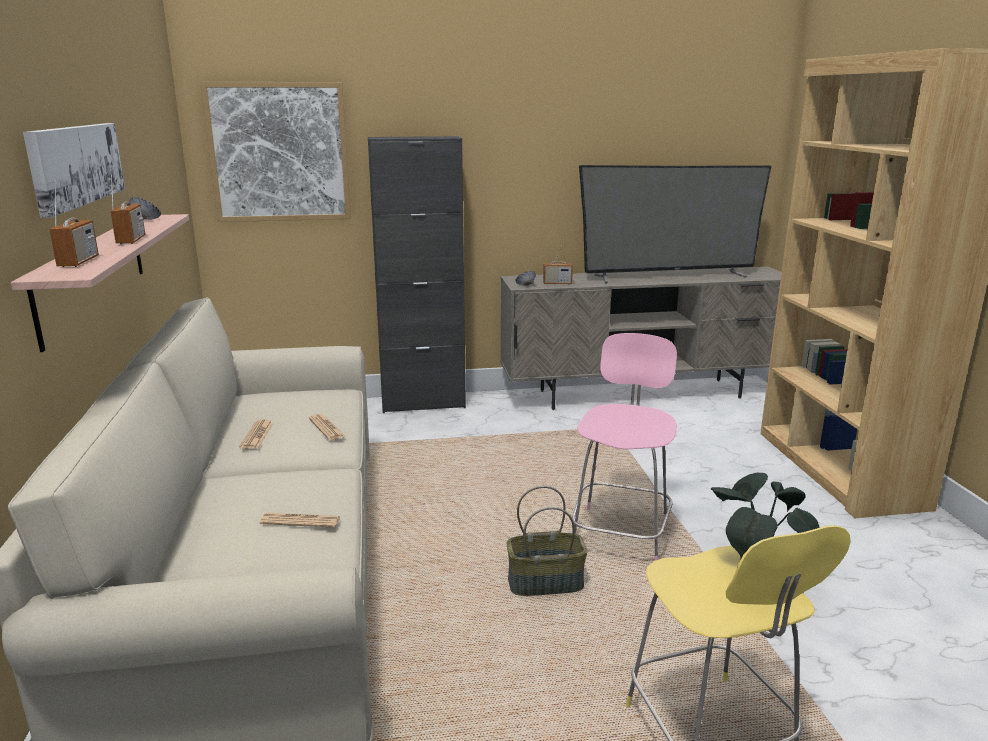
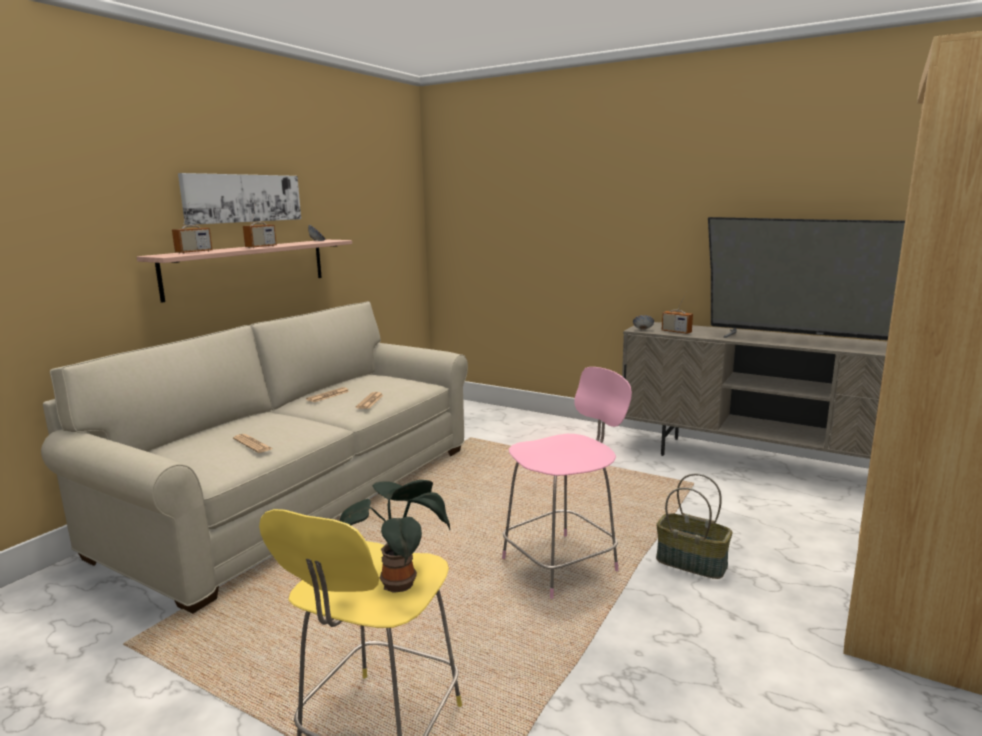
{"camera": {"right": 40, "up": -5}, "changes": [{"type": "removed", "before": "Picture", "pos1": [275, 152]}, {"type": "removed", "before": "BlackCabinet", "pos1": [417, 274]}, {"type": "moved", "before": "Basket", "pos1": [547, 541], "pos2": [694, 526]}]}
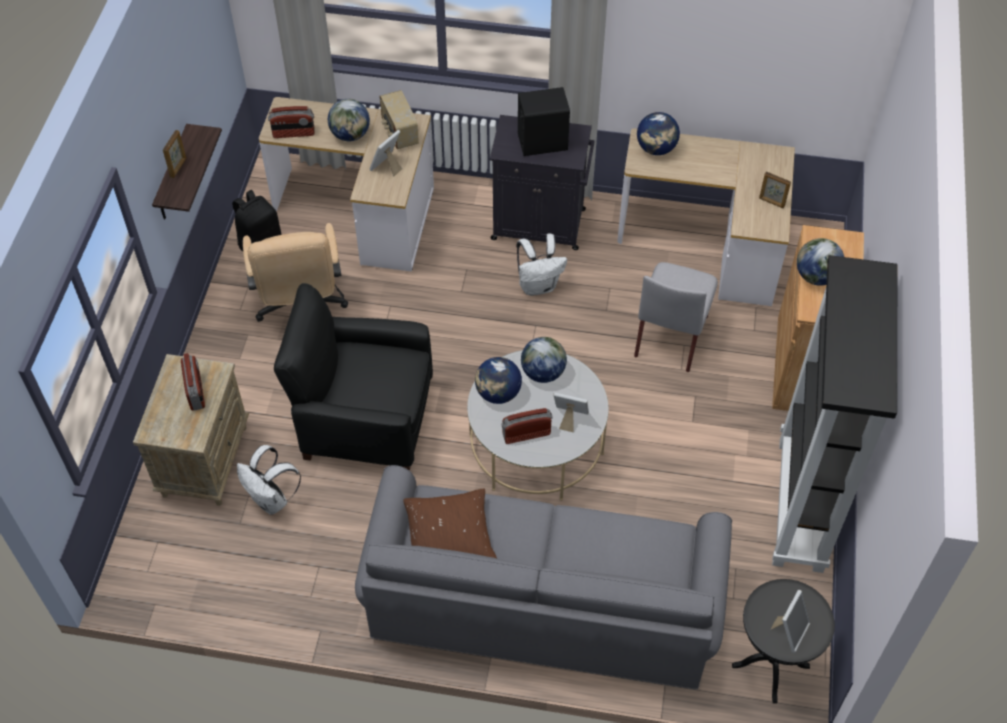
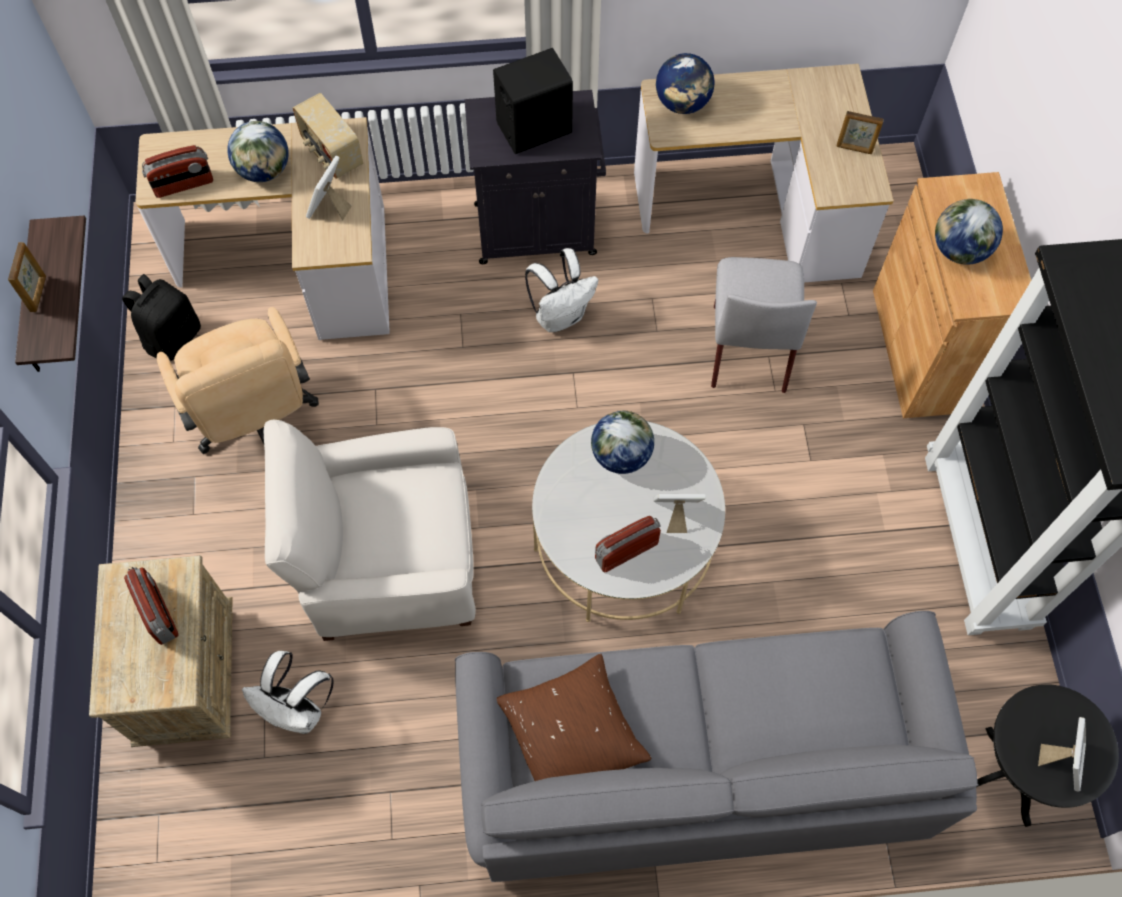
{"camera": {"right": -15, "up": 10}, "changes": [{"type": "recoloured", "before": "BlackArmchair", "after": "WhiteArmchair", "pos1": [353, 377], "pos2": [370, 530]}, {"type": "removed", "before": "Globe", "pos1": [498, 380]}]}
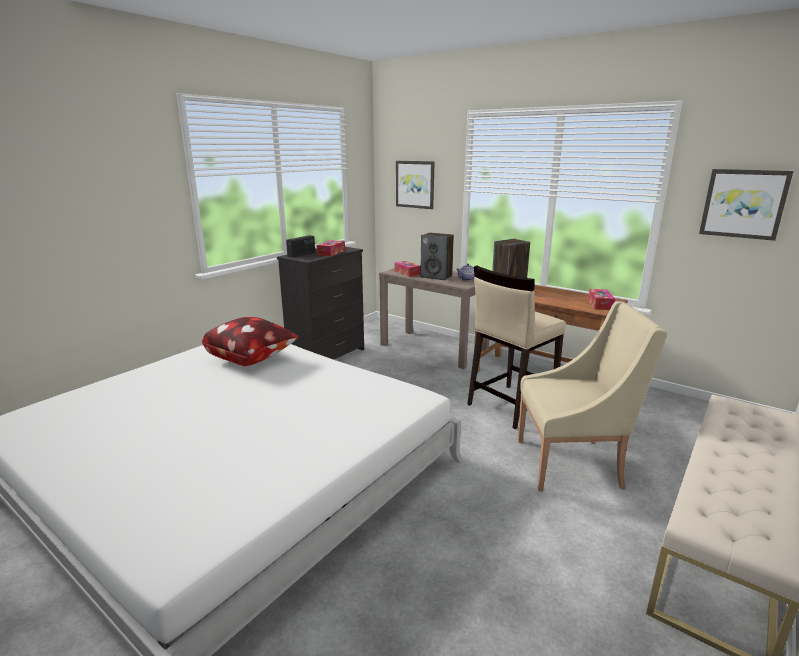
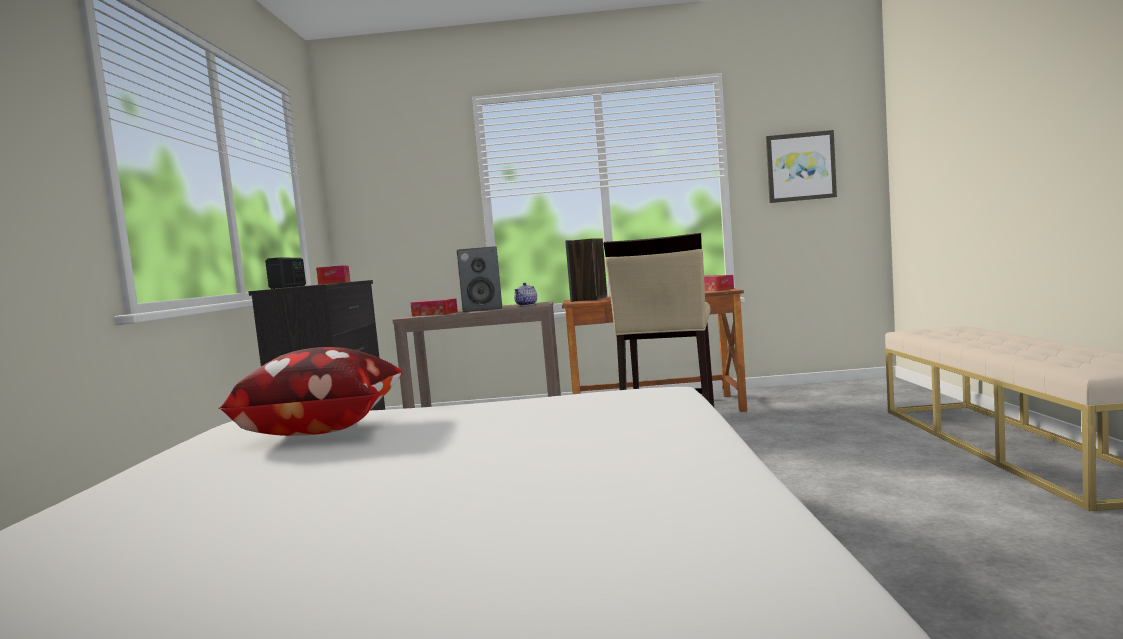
{"camera": {"right": -35, "up": -15}, "changes": [{"type": "removed", "before": "Picture", "pos1": [415, 185]}, {"type": "removed", "before": "BeigeArmchair", "pos1": [592, 396]}]}
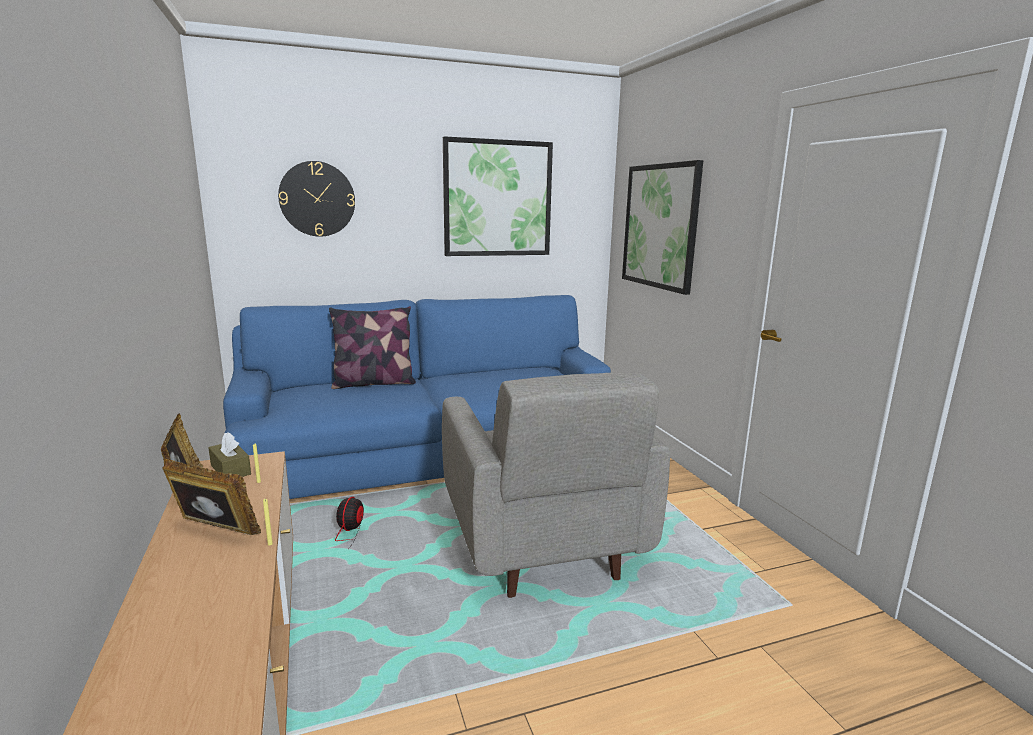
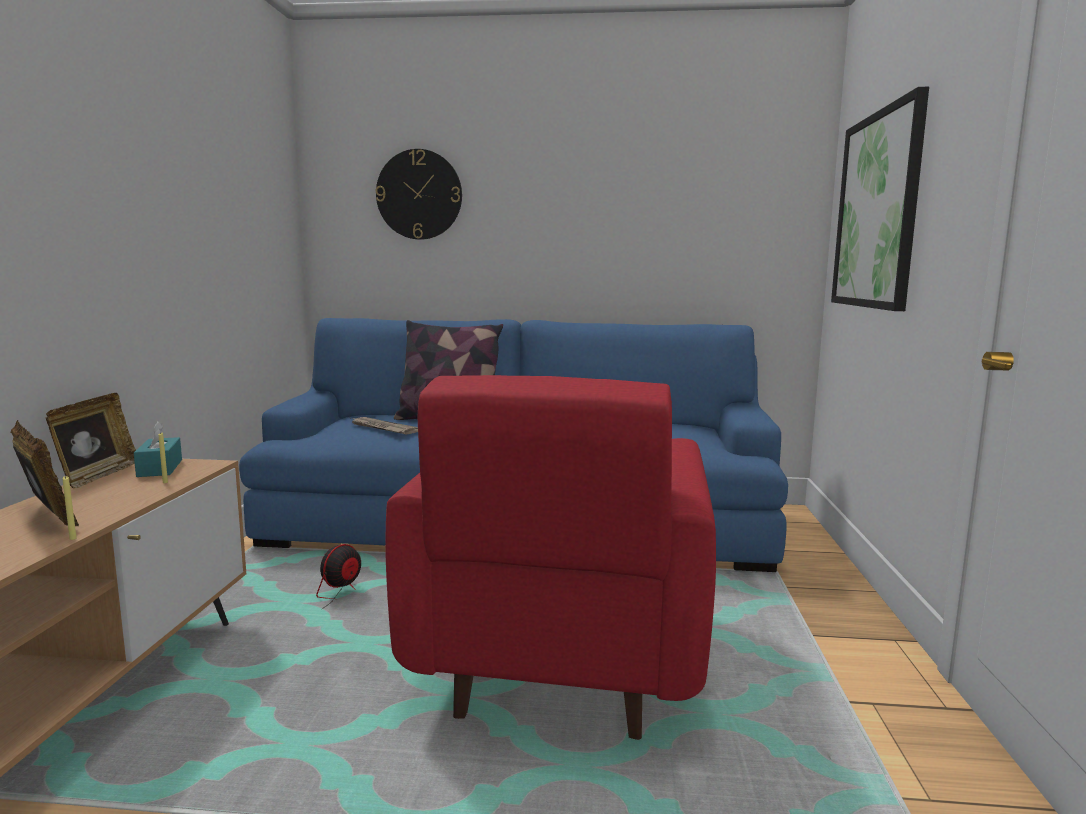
{"camera": {"right": 25, "up": -5}, "changes": [{"type": "recoloured", "before": "BrownTissueBox", "after": "TurquoiseTissueBox", "pos1": [229, 454], "pos2": [158, 449]}, {"type": "recoloured", "before": "GreyArmchair", "after": "RedArmchair", "pos1": [556, 485], "pos2": [550, 557]}, {"type": "removed", "before": "Picture", "pos1": [498, 196]}, {"type": "added", "after": "Newspaper", "pos2": [384, 425]}]}
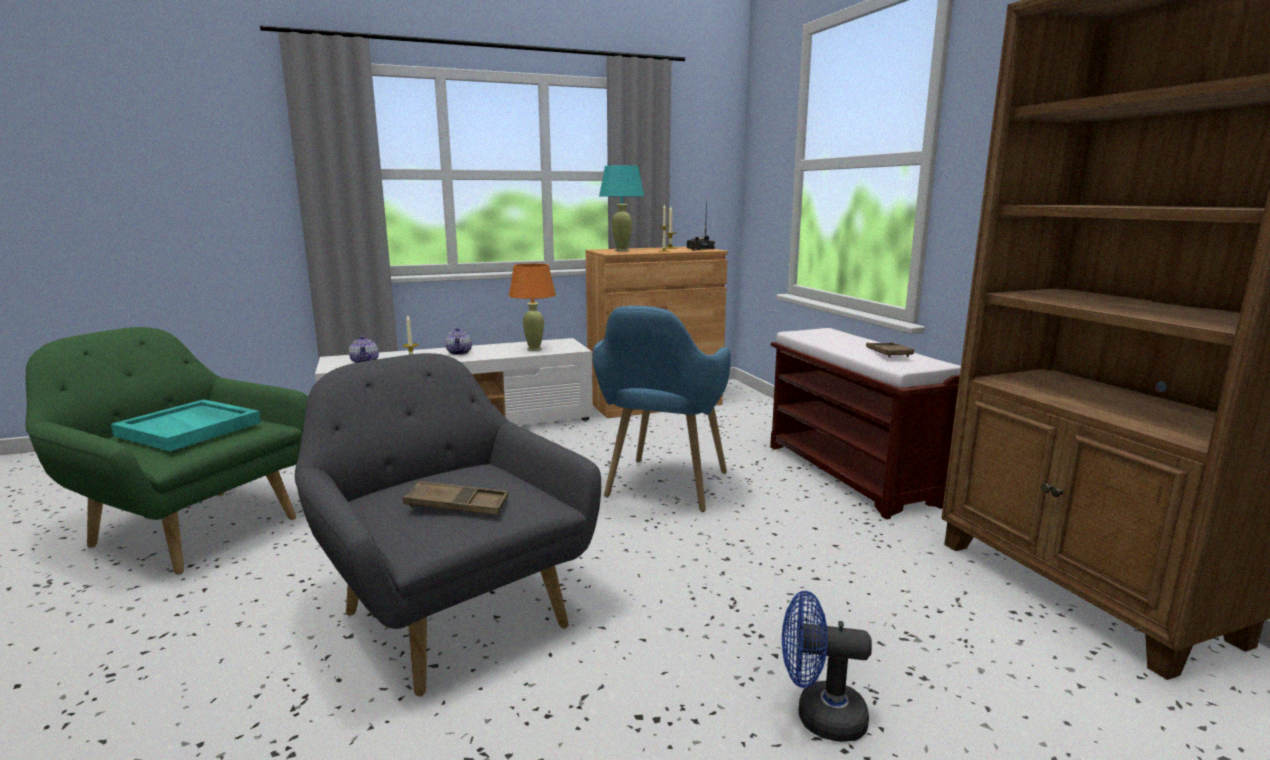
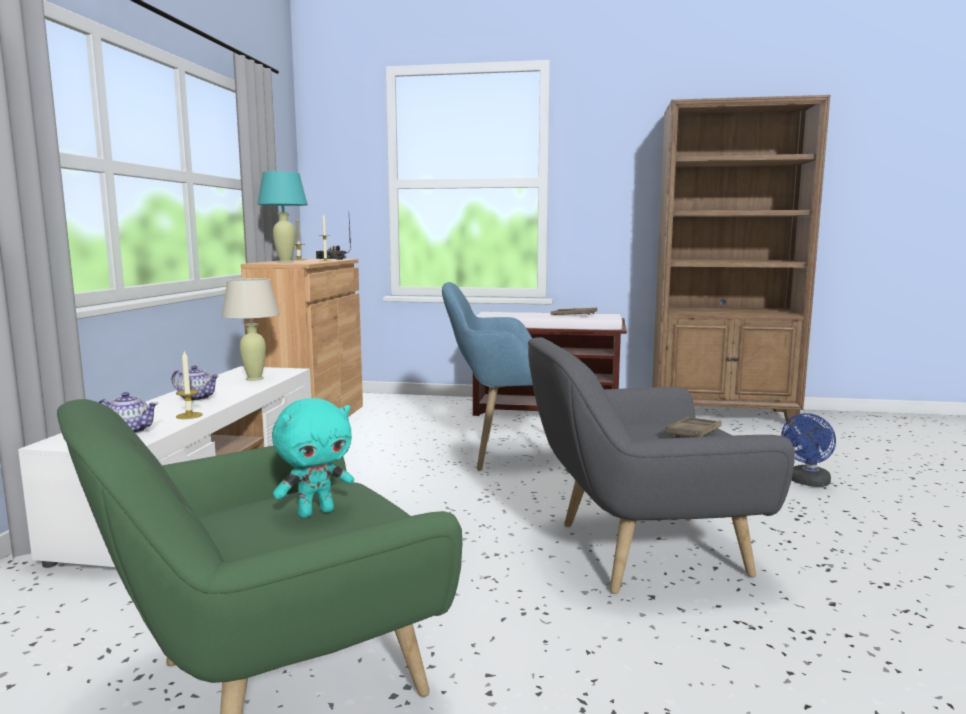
{"camera": {"right": -60, "up": -5}, "changes": [{"type": "replaced", "before": "TurquoiseTray", "after": "TurquoisePlushToy", "pos1": [186, 425], "pos2": [313, 458]}, {"type": "recoloured", "before": "OrangeTableLamp", "after": "BeigeTableLamp", "pos1": [532, 307], "pos2": [250, 329]}, {"type": "turned", "before": "BlueArmchair", "pos1": [661, 409], "pos2": [505, 377], "turn": 135}]}
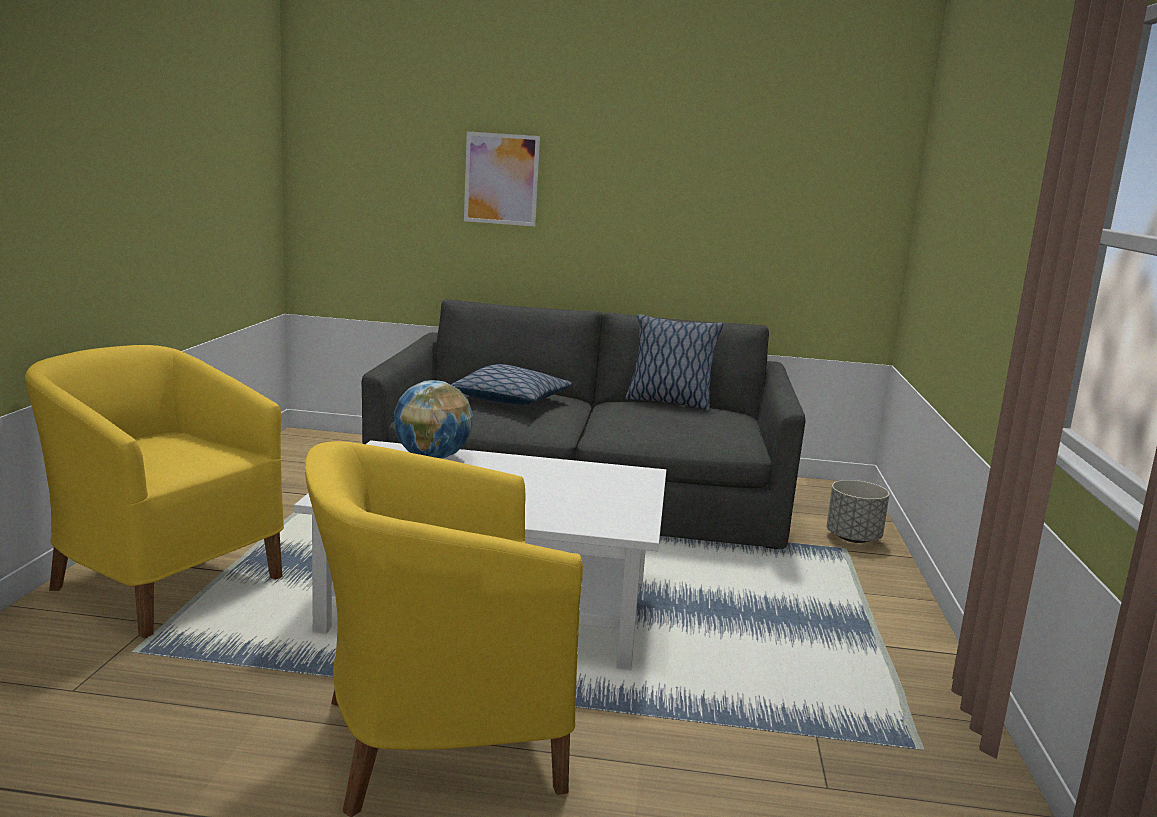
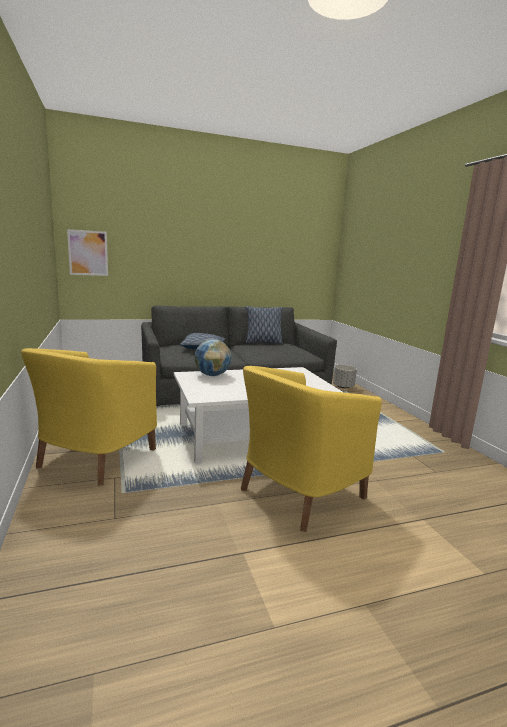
{"camera": {"right": -25, "up": 0}, "changes": [{"type": "turned", "before": "YellowArmchair", "pos1": [154, 491], "pos2": [89, 417], "turn": -75}, {"type": "moved", "before": "Picture", "pos1": [502, 178], "pos2": [87, 252]}]}
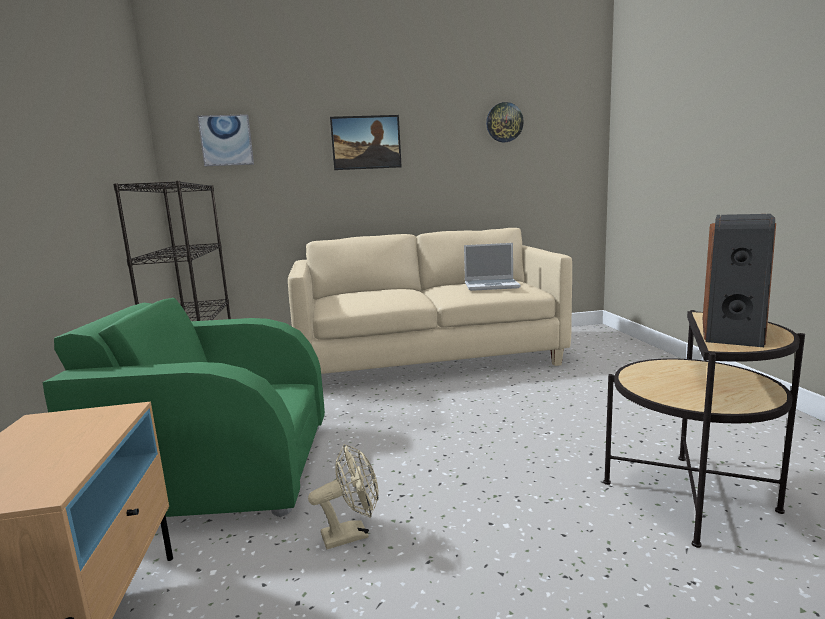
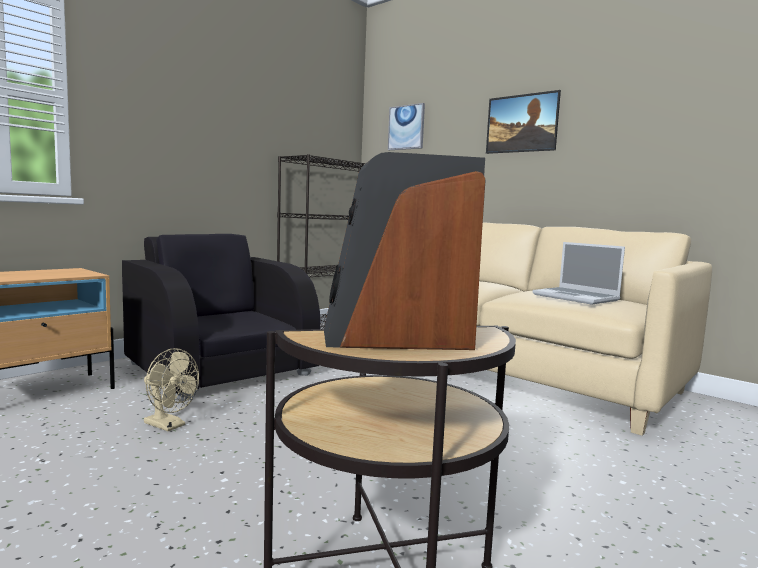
{"camera": {"right": 50, "up": -5}, "changes": [{"type": "recoloured", "before": "GreenArmchair", "after": "BlackArmchair", "pos1": [184, 407], "pos2": [221, 317]}, {"type": "removed", "before": "WallClock", "pos1": [505, 122]}]}
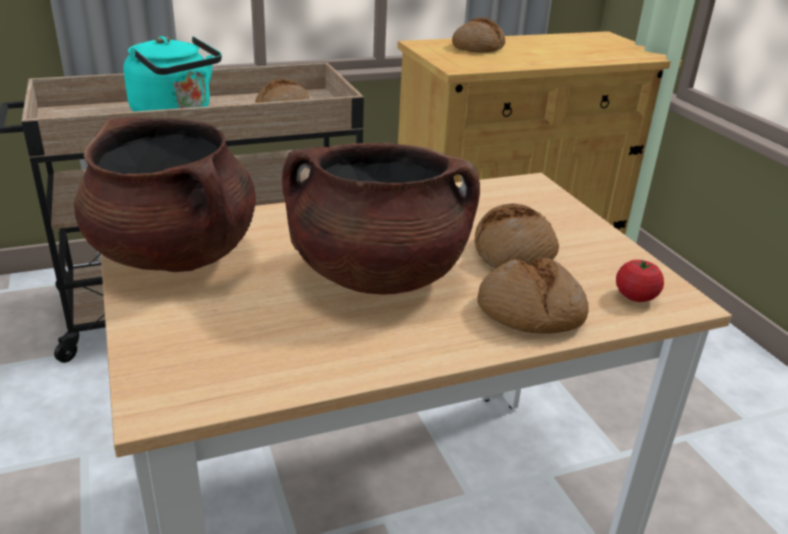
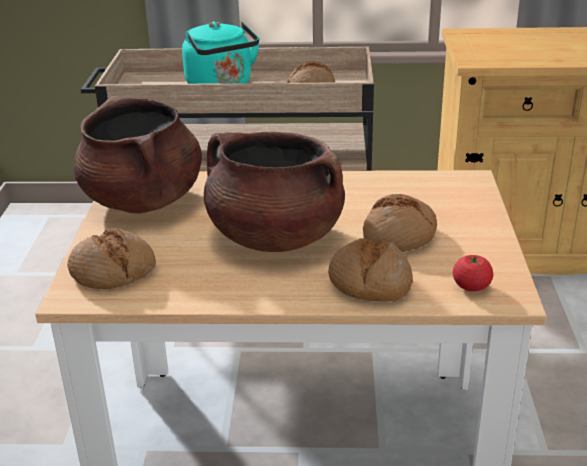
{"camera": {"right": 25, "up": 0}, "changes": [{"type": "moved", "before": "Bread", "pos1": [478, 35], "pos2": [111, 258]}]}
